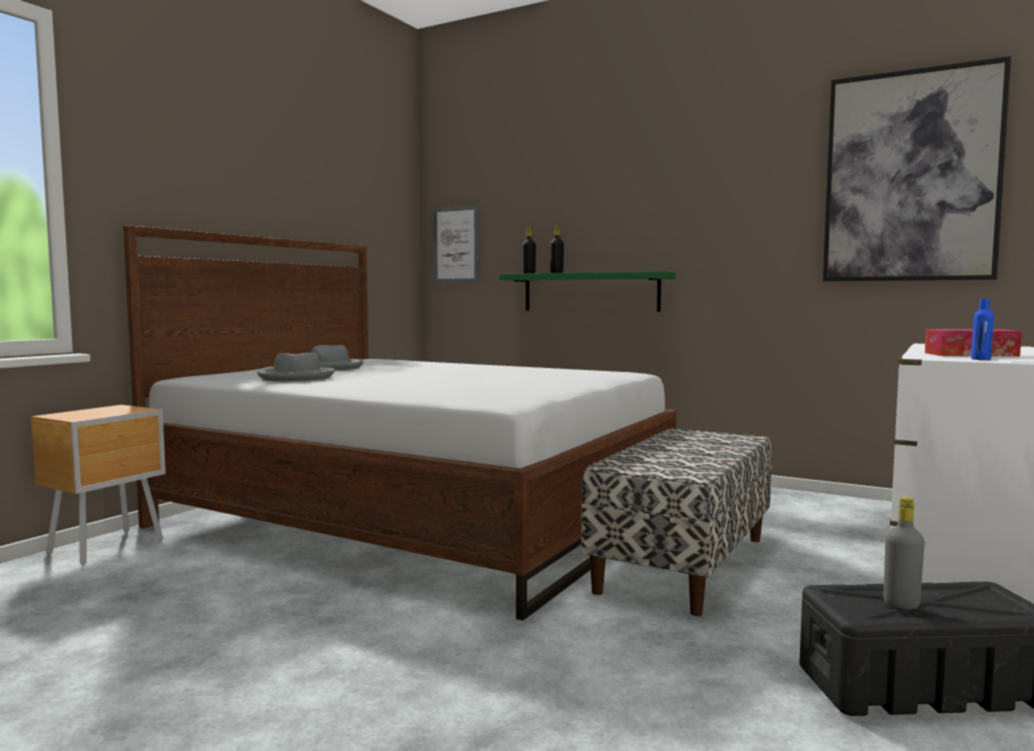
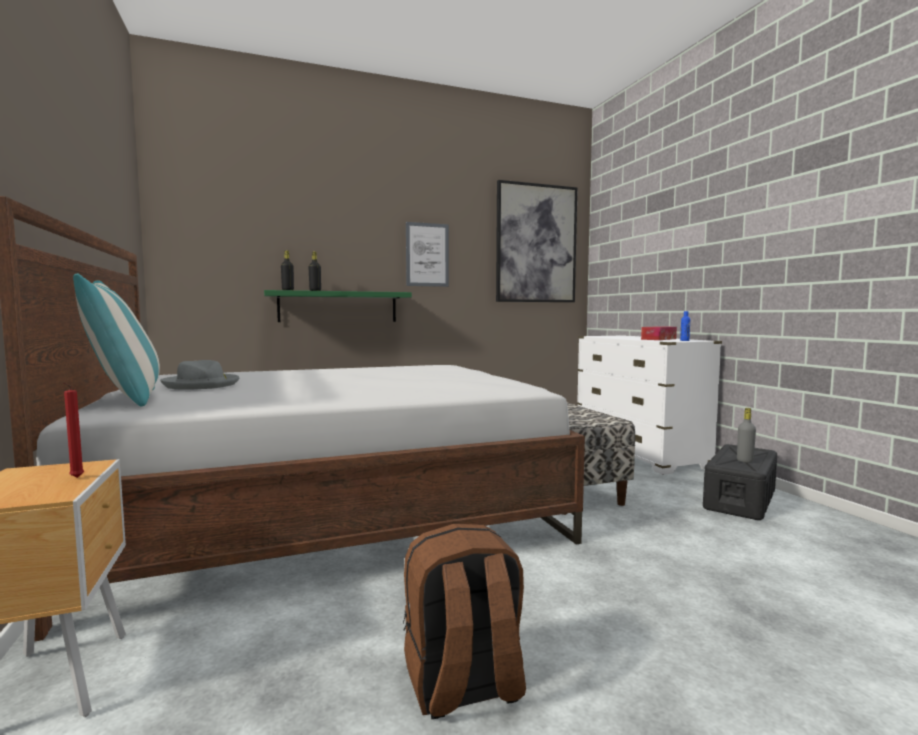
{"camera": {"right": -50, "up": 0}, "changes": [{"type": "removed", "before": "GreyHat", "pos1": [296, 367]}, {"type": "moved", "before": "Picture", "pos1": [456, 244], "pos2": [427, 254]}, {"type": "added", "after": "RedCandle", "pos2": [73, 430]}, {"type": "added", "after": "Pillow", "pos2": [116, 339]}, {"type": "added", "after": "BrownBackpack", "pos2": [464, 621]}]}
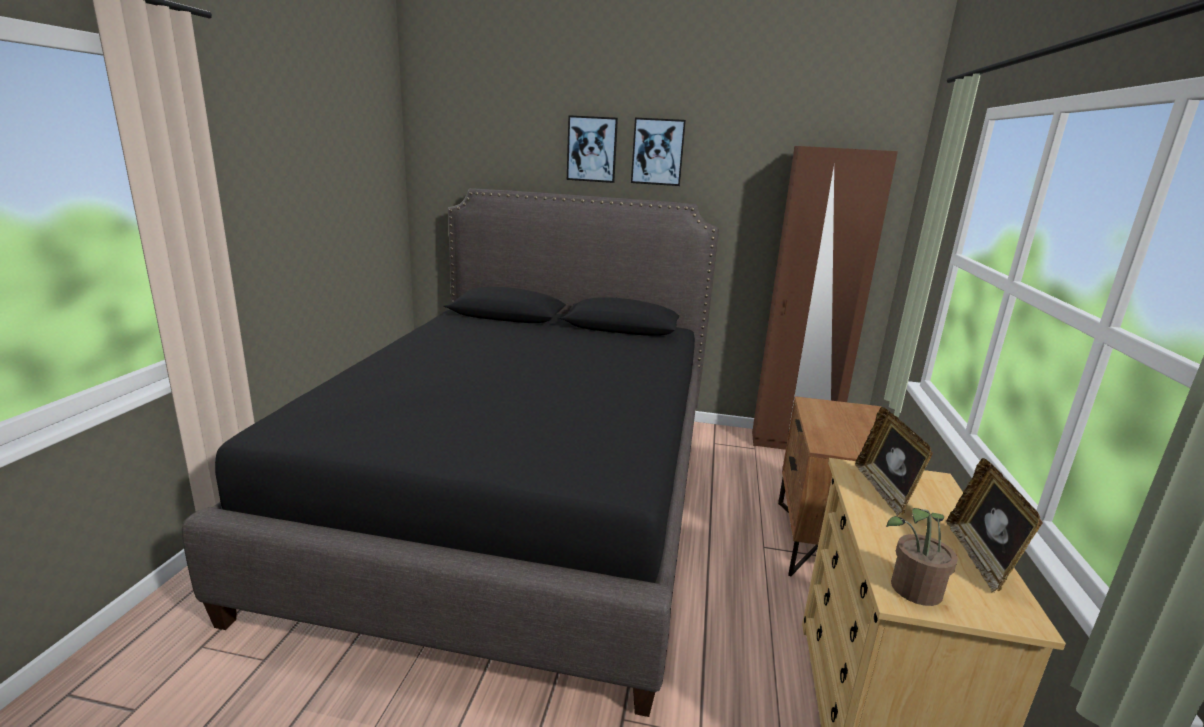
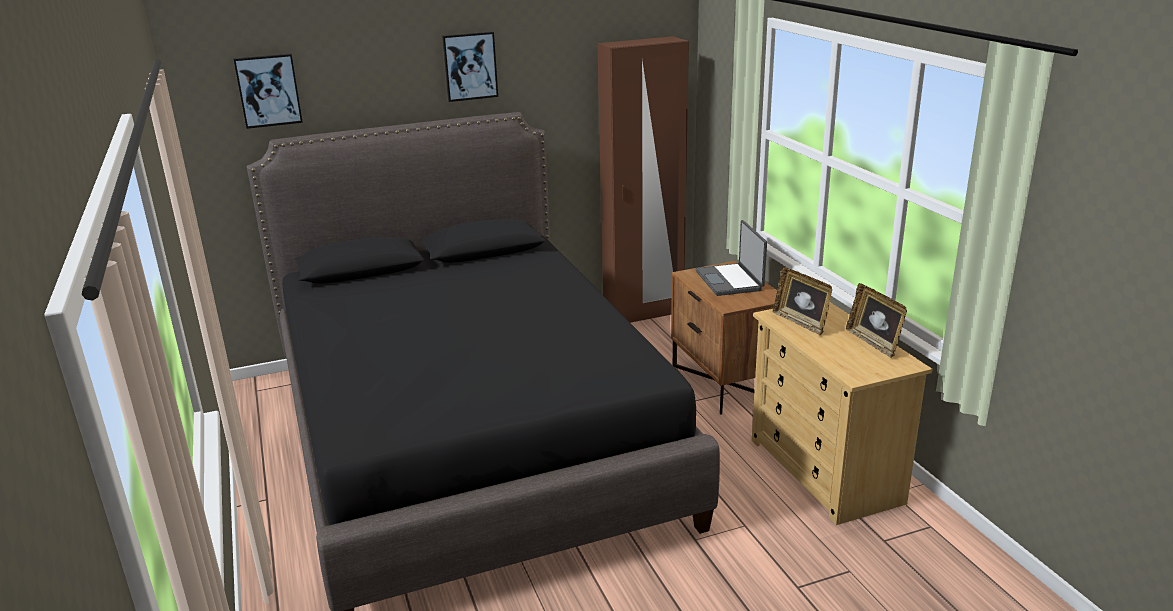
{"camera": {"right": -30, "up": 5}, "changes": [{"type": "moved", "before": "Picture", "pos1": [592, 149], "pos2": [268, 91]}, {"type": "removed", "before": "PottedPlant", "pos1": [922, 557]}, {"type": "added", "after": "Laptop", "pos2": [731, 258]}]}
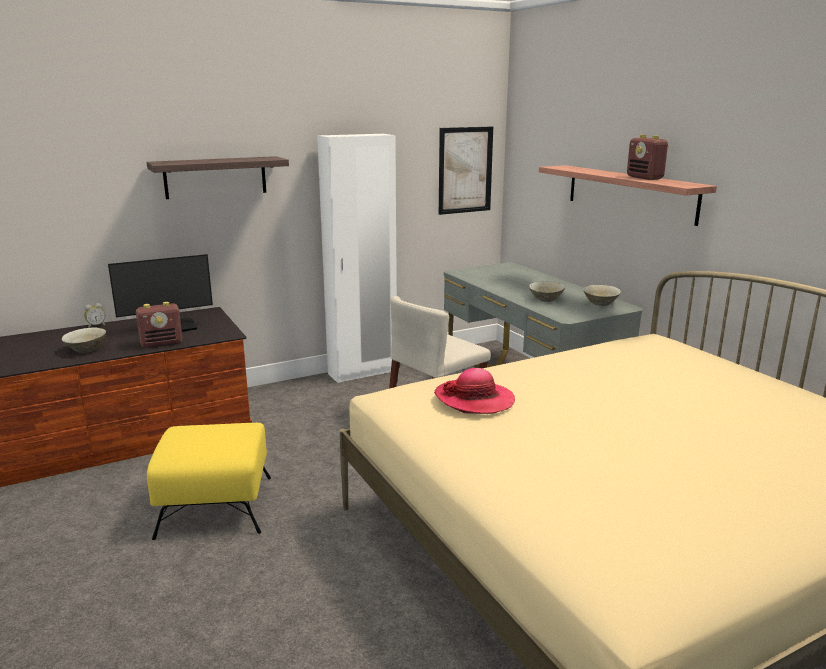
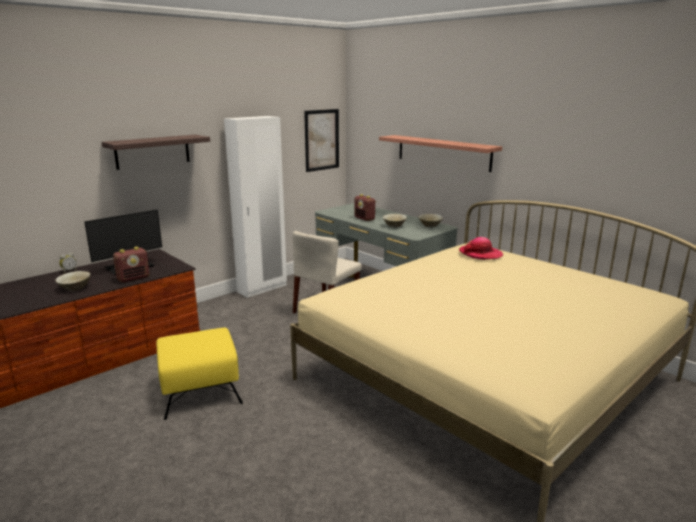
{"camera": {"right": -15, "up": 0}, "changes": [{"type": "moved", "before": "Hat", "pos1": [474, 391], "pos2": [481, 248]}, {"type": "moved", "before": "Radio", "pos1": [648, 157], "pos2": [365, 207]}]}
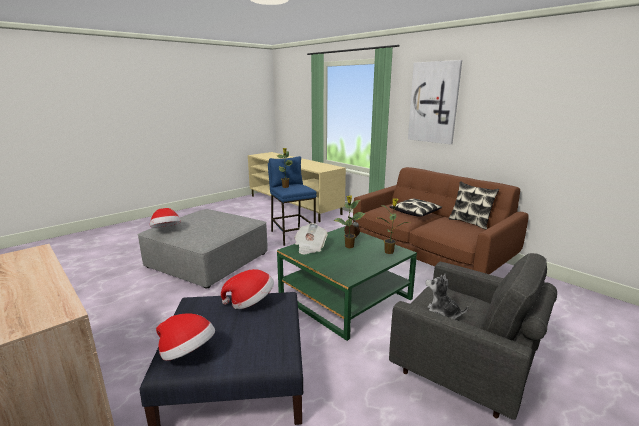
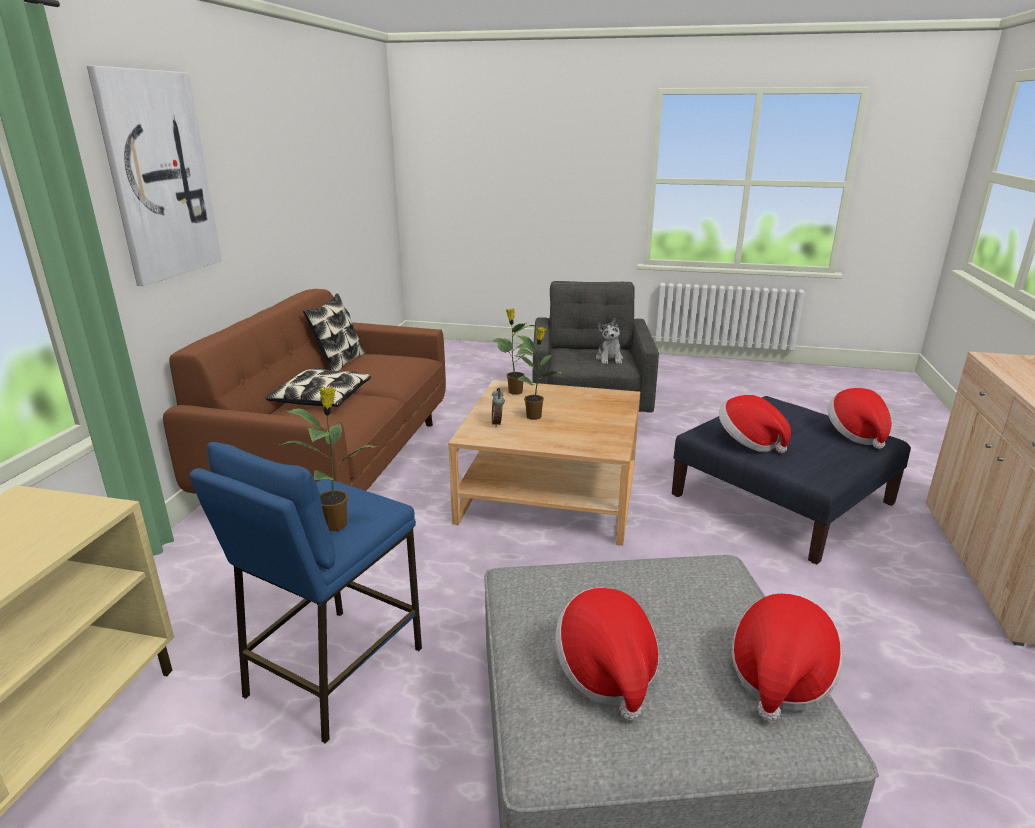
{"camera": {"right": -125, "up": 5}, "changes": [{"type": "recoloured", "before": "GreenCoffeeTable", "after": "BeigeCoffeeTable", "pos1": [347, 283], "pos2": [544, 463]}, {"type": "removed", "before": "Newspaper", "pos1": [311, 238]}, {"type": "added", "after": "Hat", "pos2": [607, 653]}]}
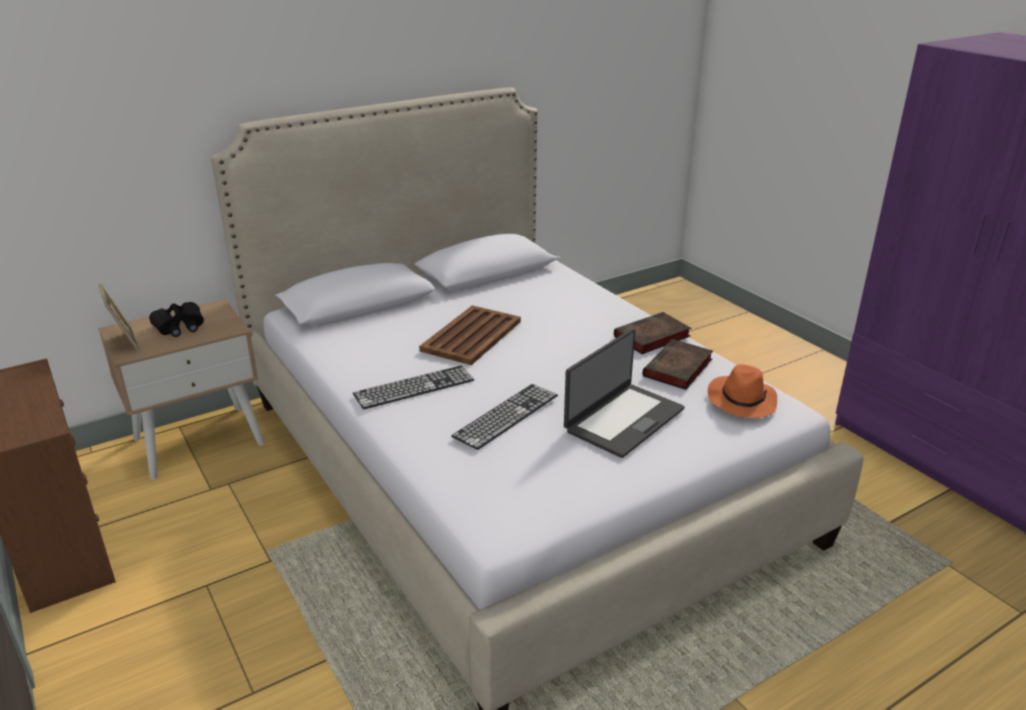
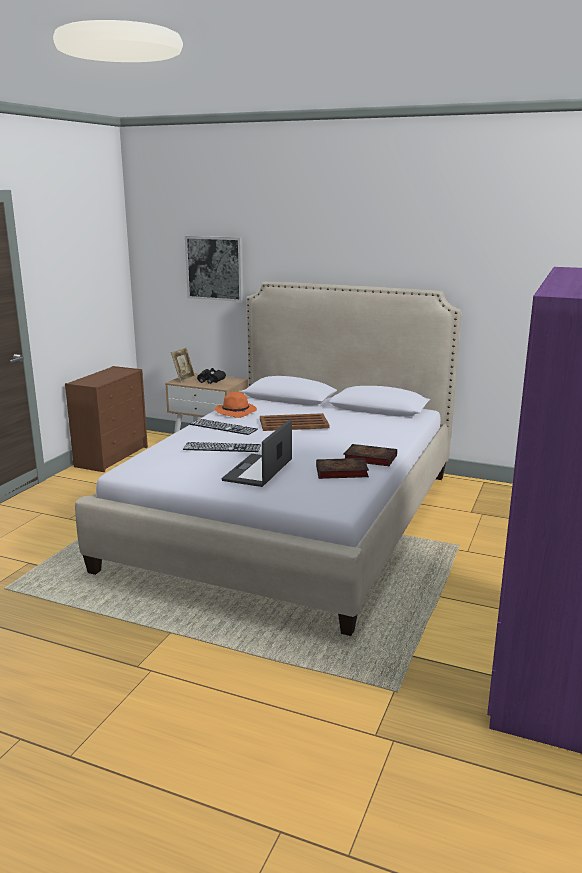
{"camera": {"right": 55, "up": -10}, "changes": [{"type": "turned", "before": "Laptop", "pos1": [624, 393], "pos2": [257, 453], "turn": 105}, {"type": "moved", "before": "OrangeHat", "pos1": [742, 391], "pos2": [236, 405]}, {"type": "added", "after": "Picture", "pos2": [214, 269]}]}
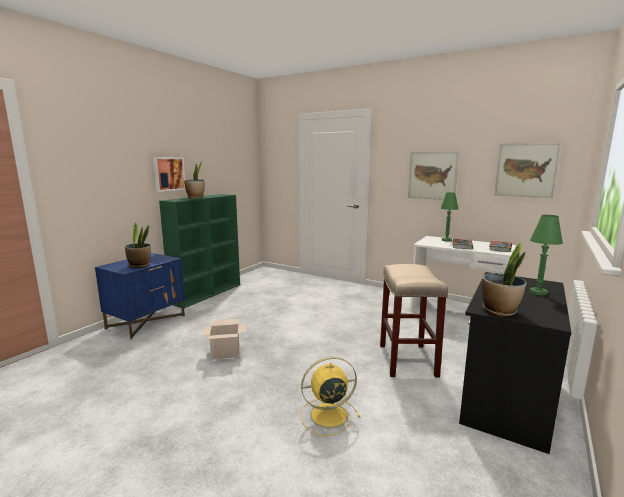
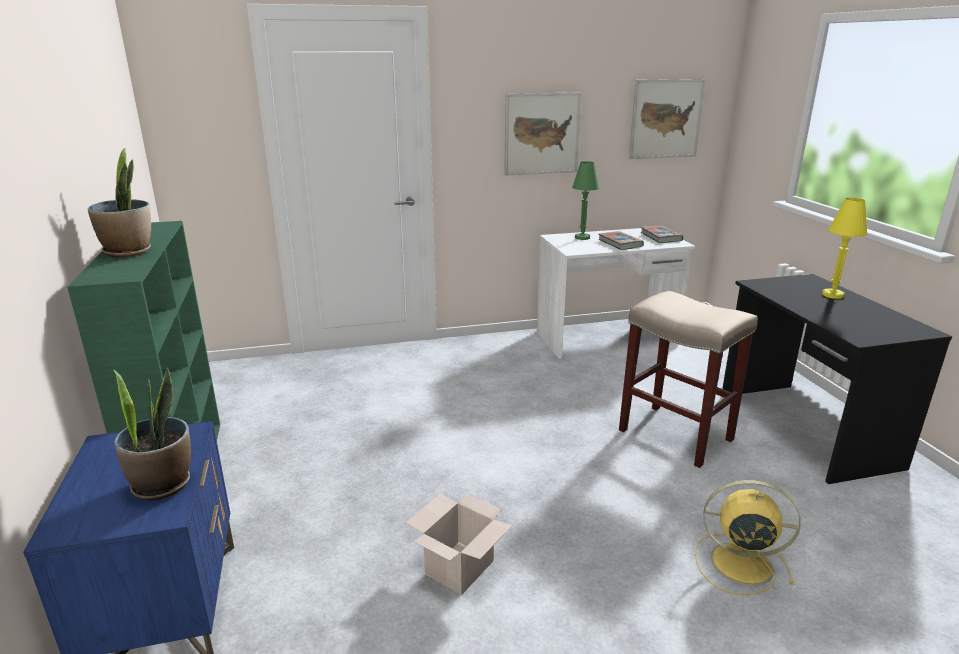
{"camera": {"right": -45, "up": 10}, "changes": [{"type": "removed", "before": "Picture", "pos1": [169, 174]}, {"type": "turned", "before": "YellowFan", "pos1": [330, 397], "pos2": [748, 537], "turn": 75}, {"type": "removed", "before": "PottedPlant", "pos1": [504, 279]}, {"type": "recoloured", "before": "GreenTableLamp", "after": "YellowTableLamp", "pos1": [546, 255], "pos2": [845, 248]}]}
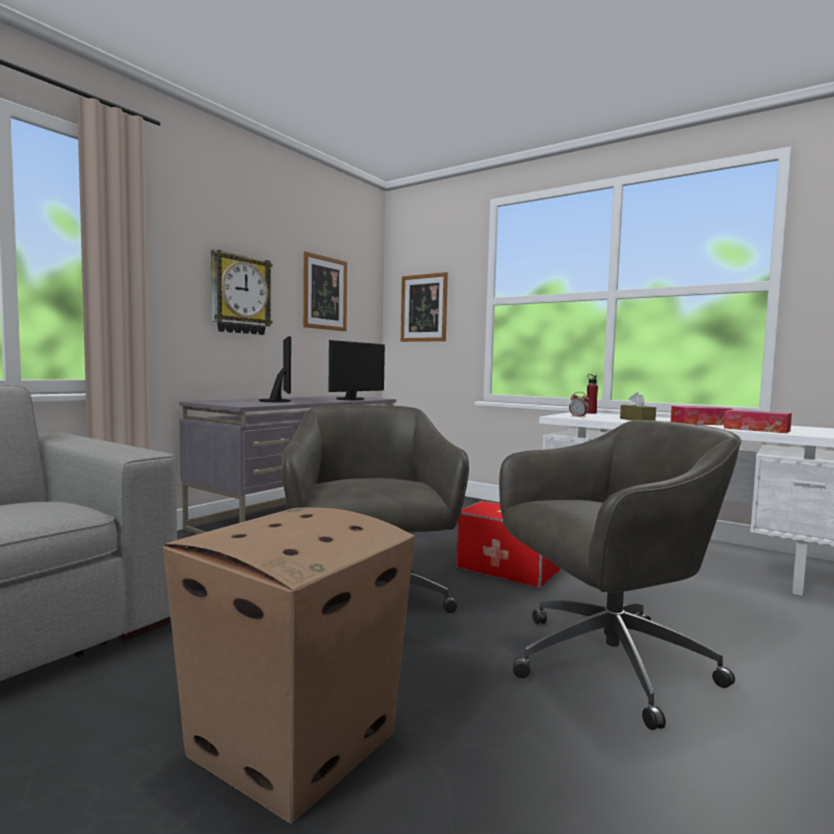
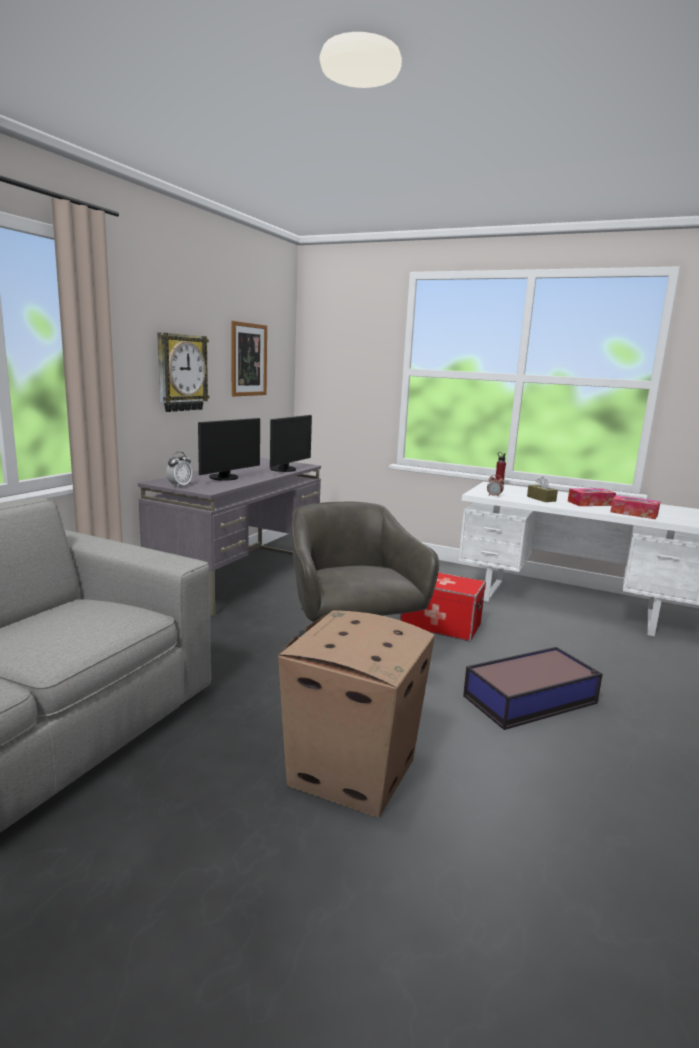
{"camera": {"right": -10, "up": 10}, "changes": [{"type": "turned", "before": "Monitor", "pos1": [274, 369], "pos2": [229, 449], "turn": 60}, {"type": "removed", "before": "Picture", "pos1": [424, 307]}, {"type": "replaced", "before": "GreyOfficeChair", "after": "StorageBox", "pos1": [620, 575], "pos2": [533, 688]}, {"type": "added", "after": "AlarmClock", "pos2": [179, 470]}]}
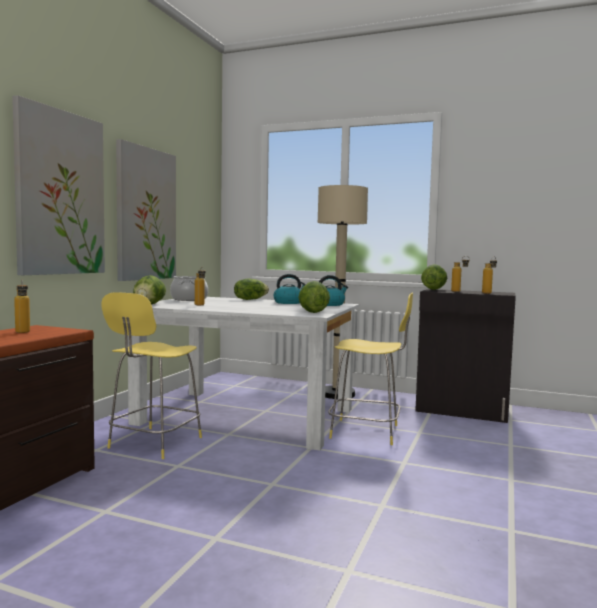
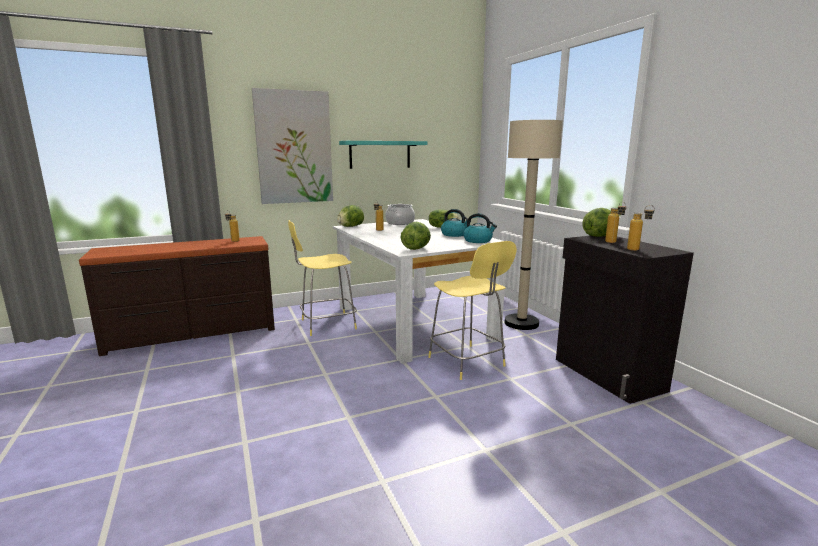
{"camera": {"right": 45, "up": 10}, "changes": [{"type": "replaced", "before": "Picture", "after": "TurquoiseShelf", "pos1": [146, 210], "pos2": [383, 155]}]}
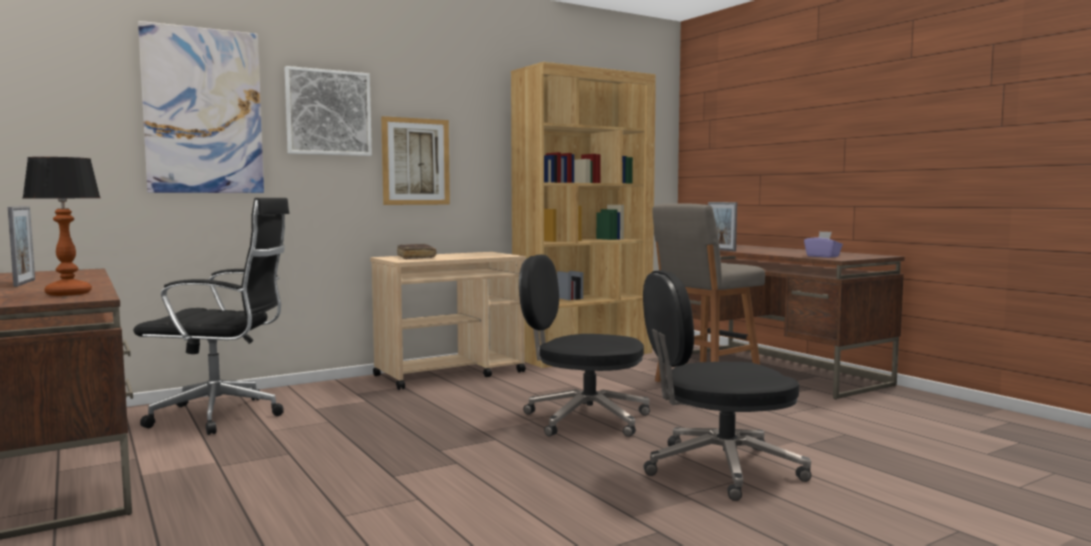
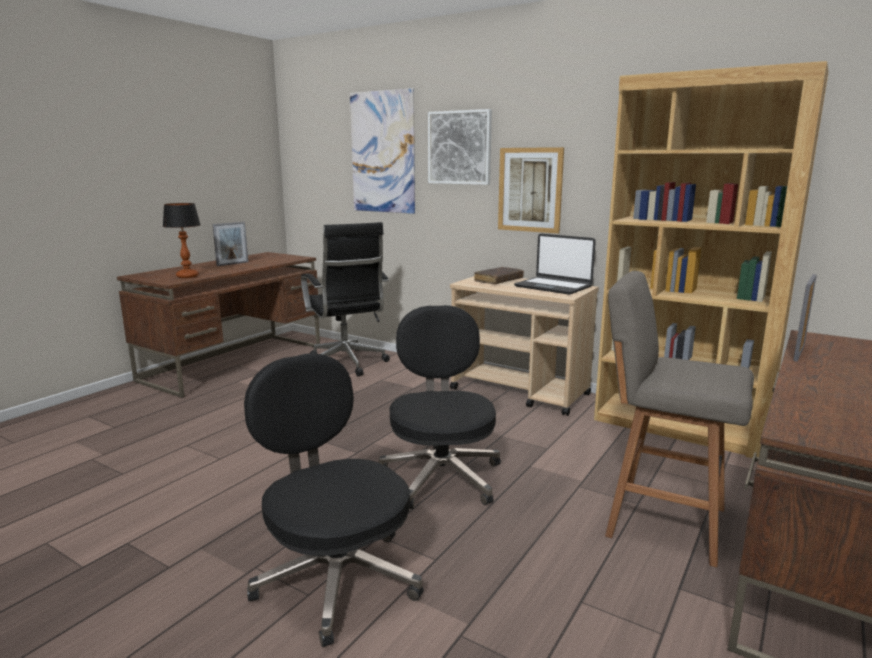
{"camera": {"right": 65, "up": 10}, "changes": [{"type": "removed", "before": "PurpleTissueBox", "pos1": [823, 245]}, {"type": "added", "after": "Laptop", "pos2": [555, 264]}]}
